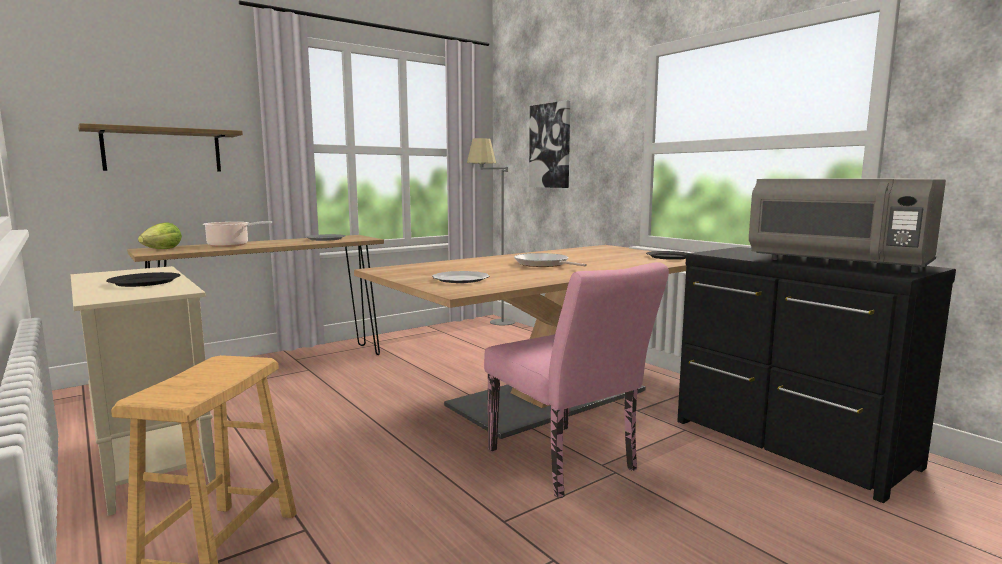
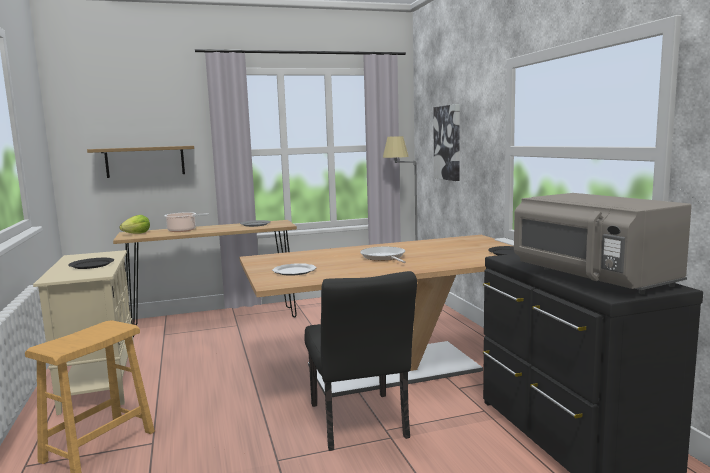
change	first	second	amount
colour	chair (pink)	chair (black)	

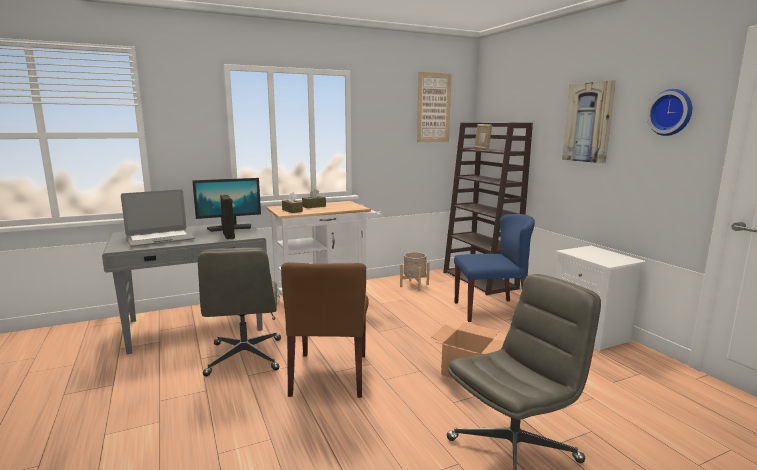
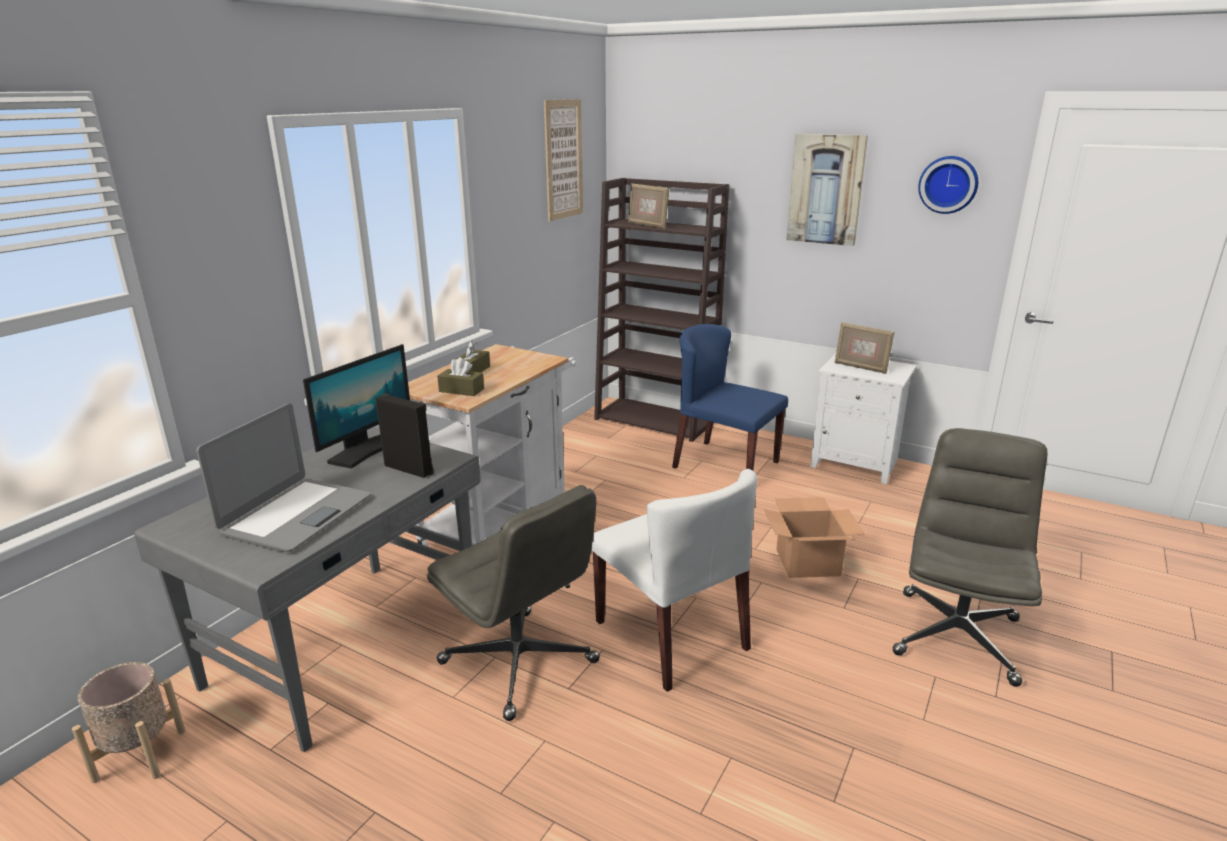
change	first	second	amount
appeared		picture frame (no. 2 from left)	
relocated	planter (beige)		
colour	chair (brown)	chair (white)	
spun	chair (blue)		105 degrees counterclockwise

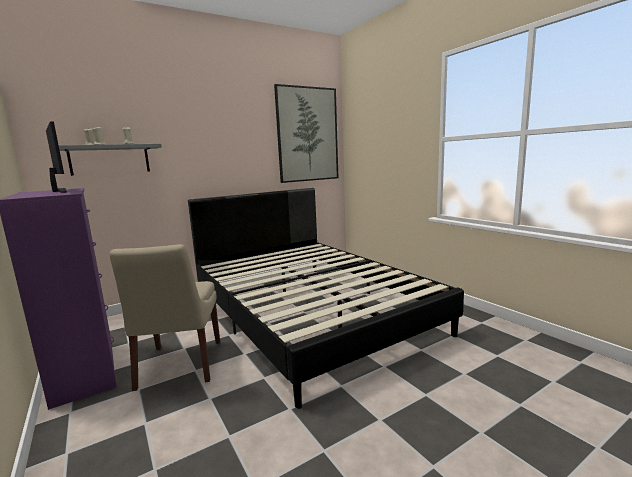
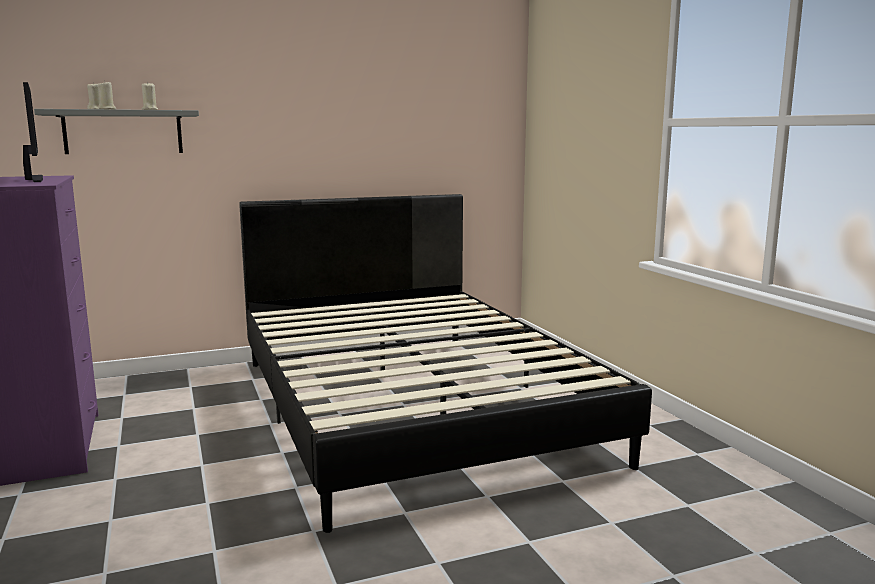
change	first	second	amount
missing	chair (beige)		
missing	picture		

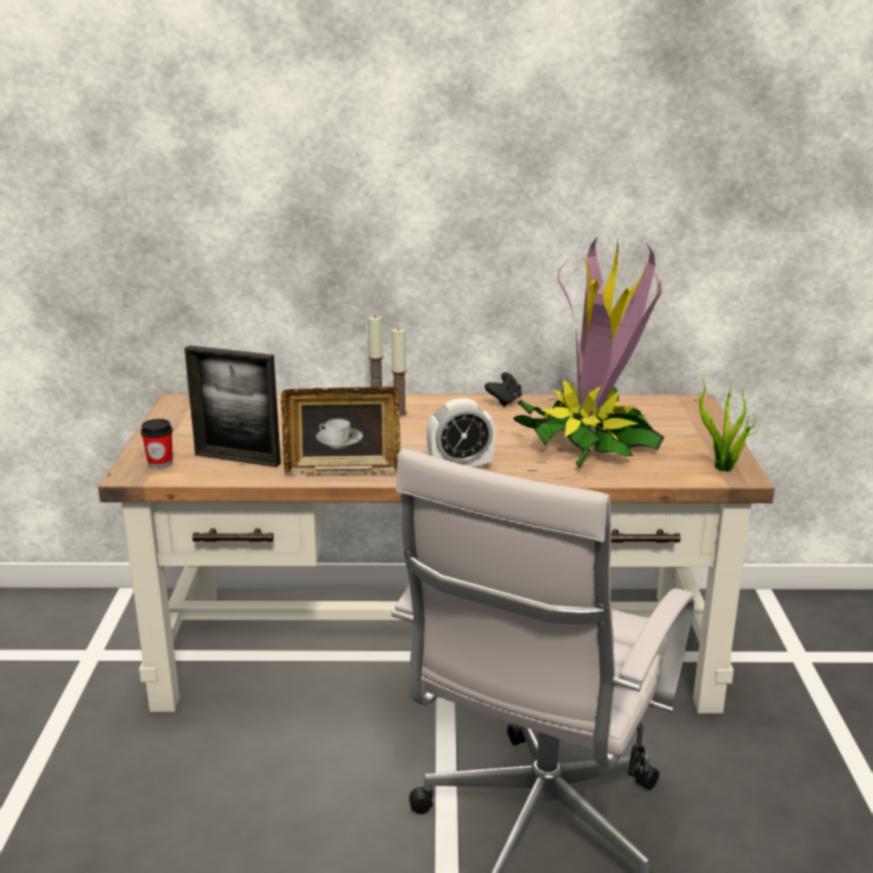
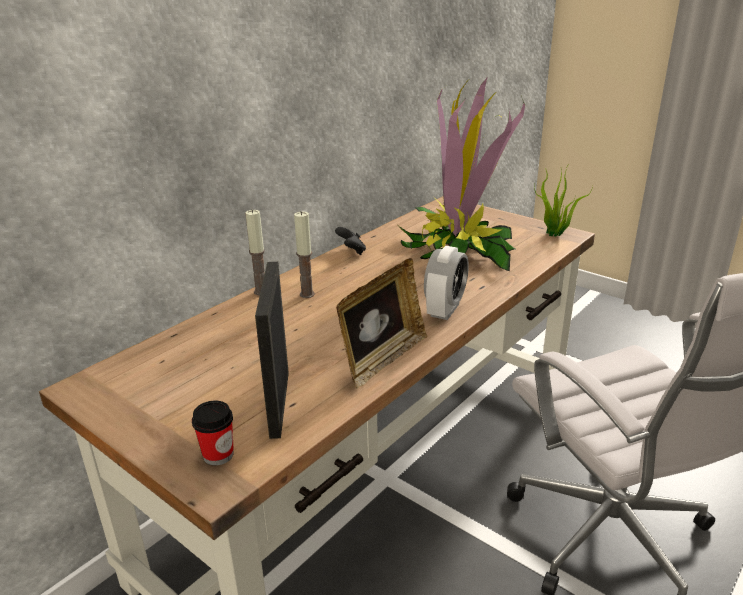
change	first	second	amount
spun	picture frame (no. 1 from left)		120 degrees clockwise

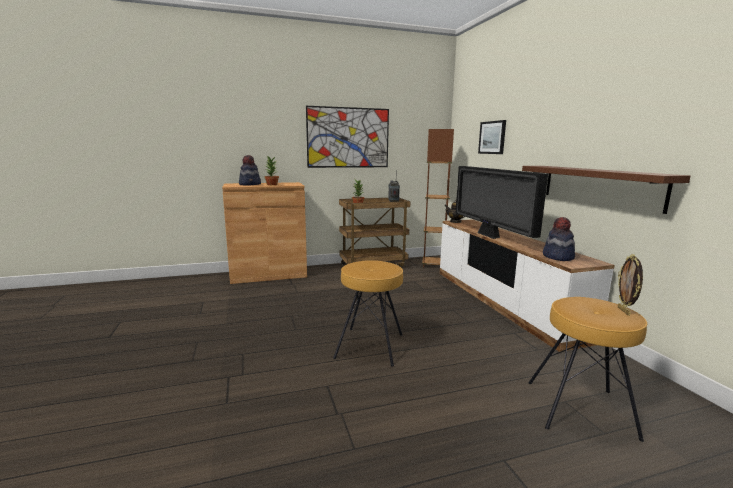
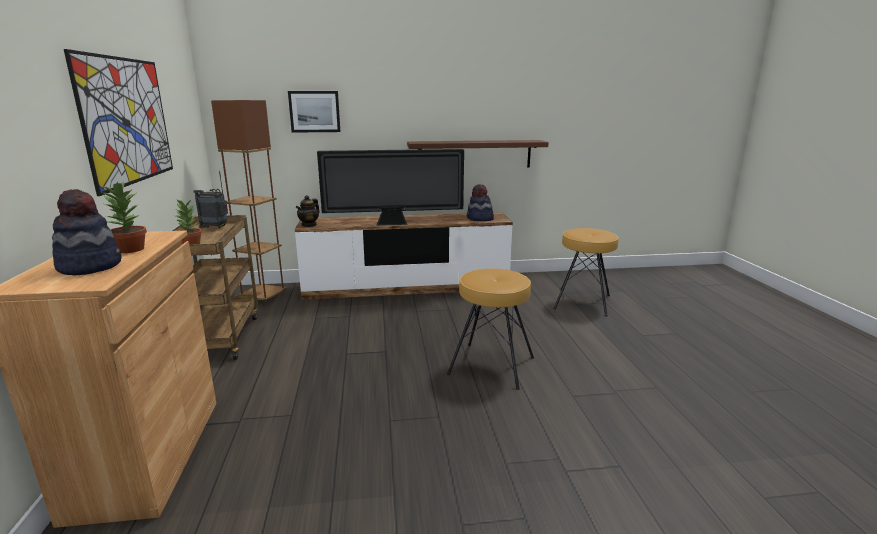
change	first	second	amount
missing	picture frame		

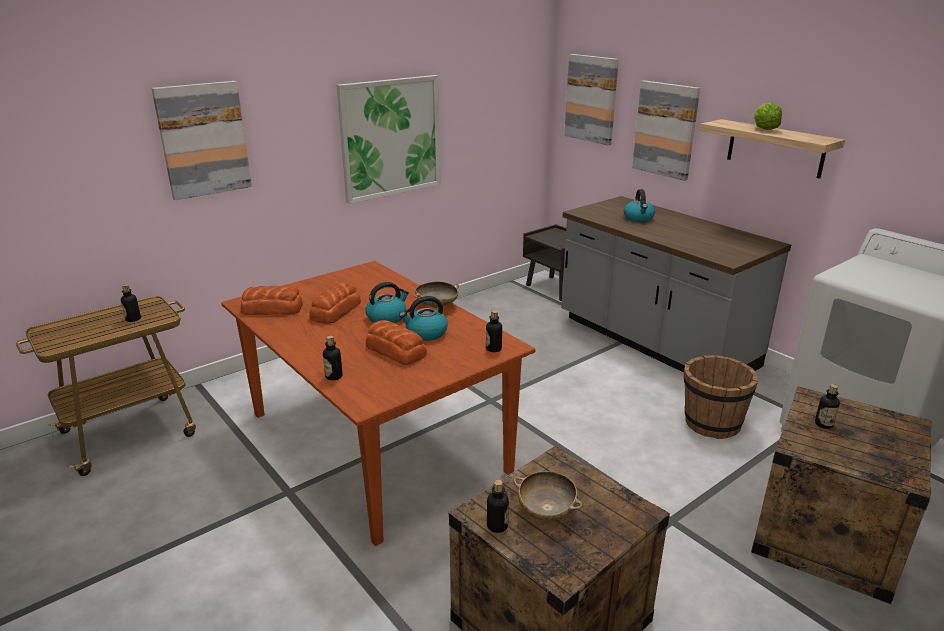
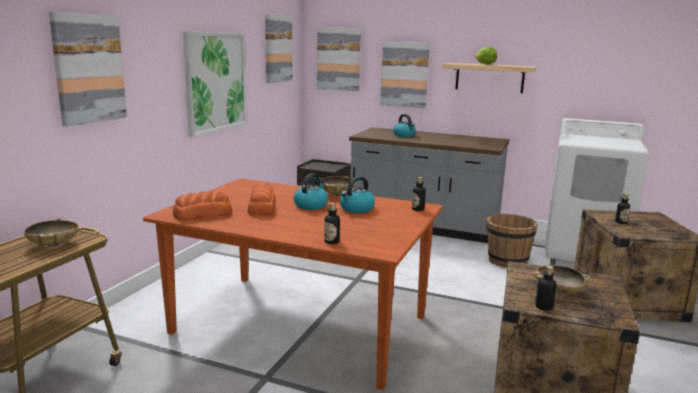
change	first	second	amount
missing	bread (no. 3 from left)		
appeared		picture (no. 3 from left)	
exchanged	bottle (no. 1 from left)	bowl (beige) (no. 1 from left)	

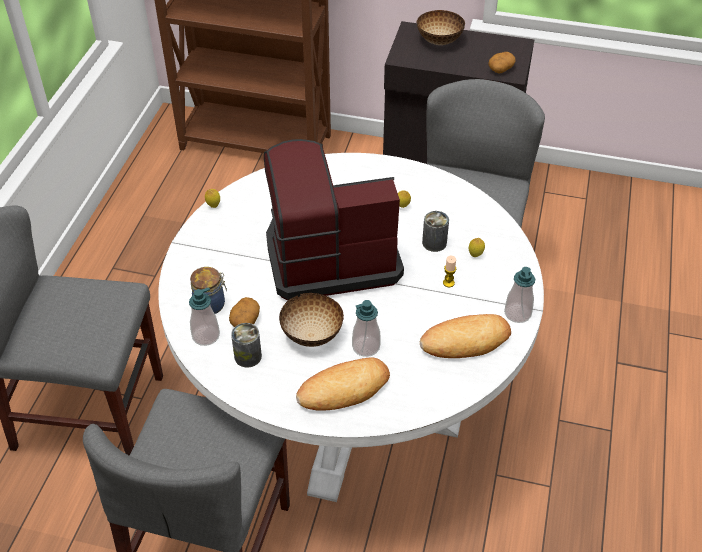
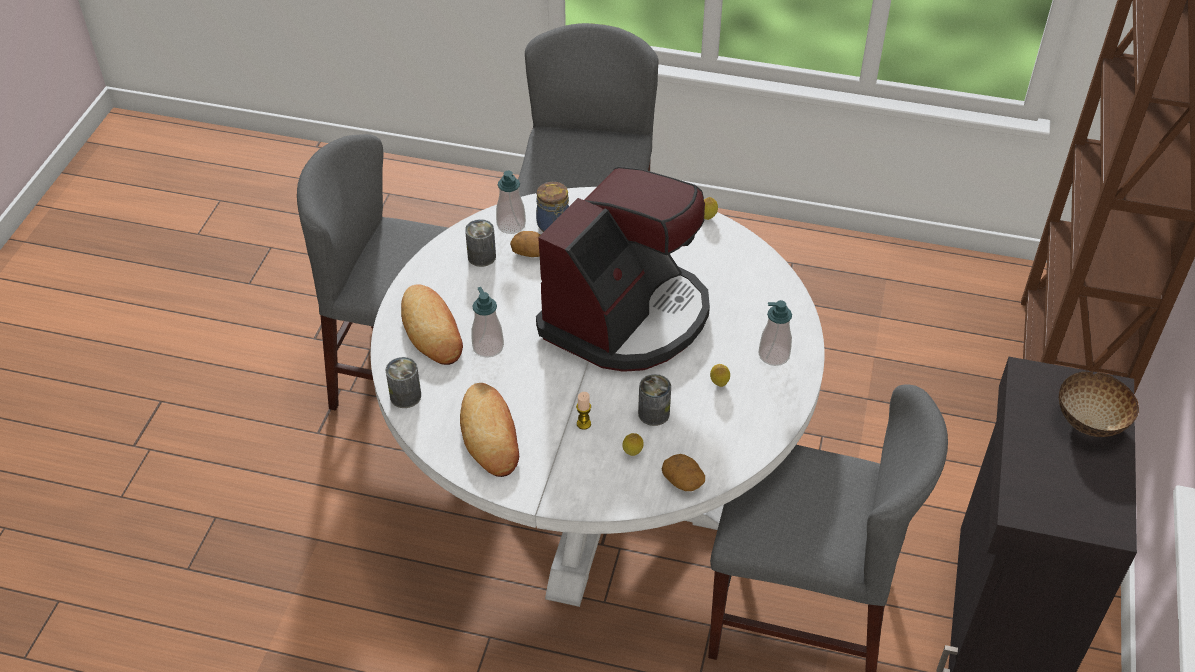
change	first	second	amount
missing	bowl (no. 1 from left)		
appeared		can (no. 1 from left)	
relocated	potato (no. 2 from left)		
relocated	soap dispenser (no. 3 from left)		
spun	coffee machine		45 degrees clockwise

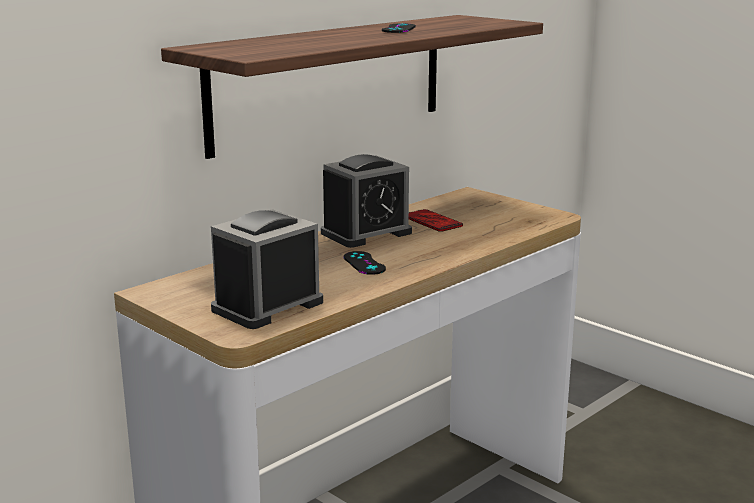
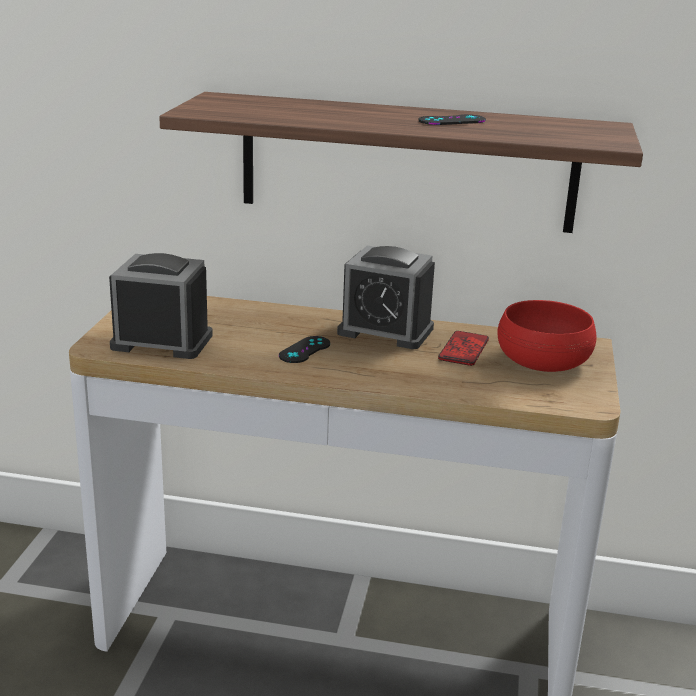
change	first	second	amount
appeared		bowl (red)	

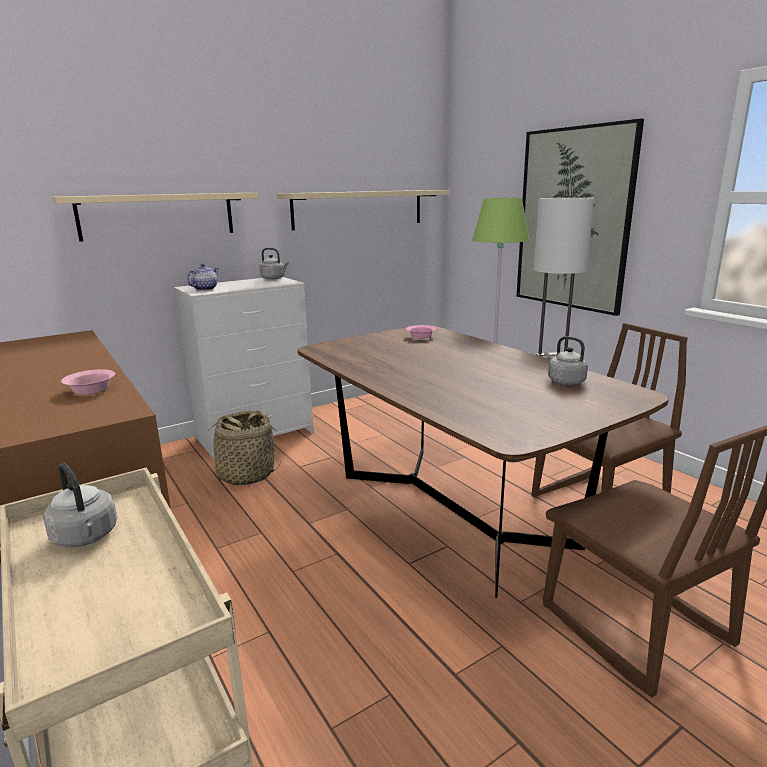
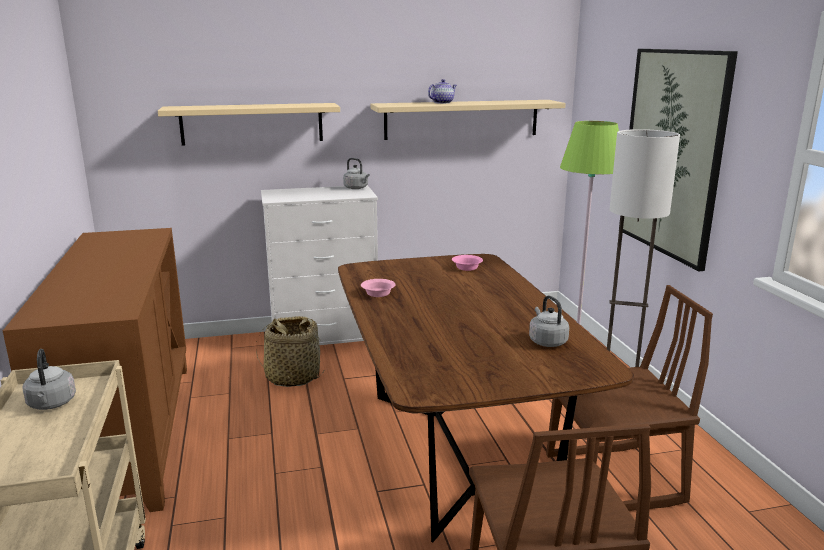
change	first	second	amount
relocated	bowl (pink) (no. 1 from left)		
relocated	teapot		

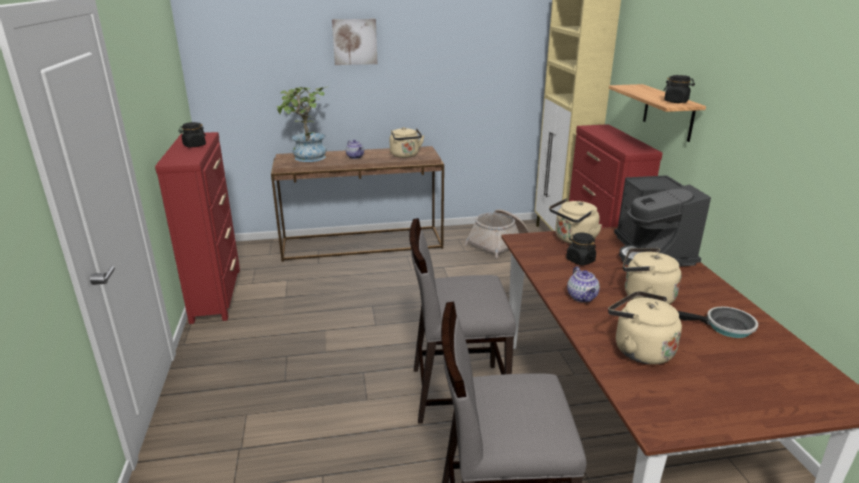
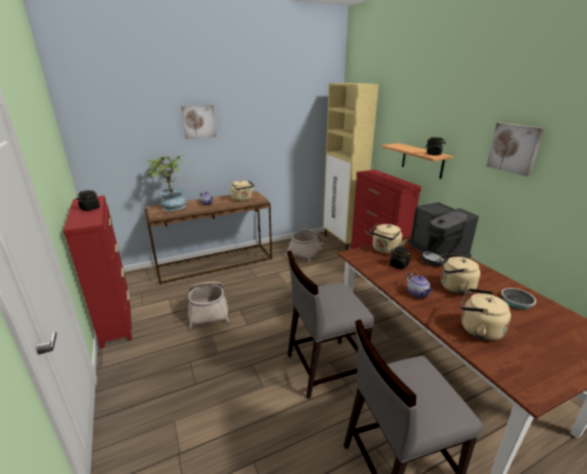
change	first	second	amount
appeared		basket (no. 1 from left)	
appeared		picture (no. 2 from left)	

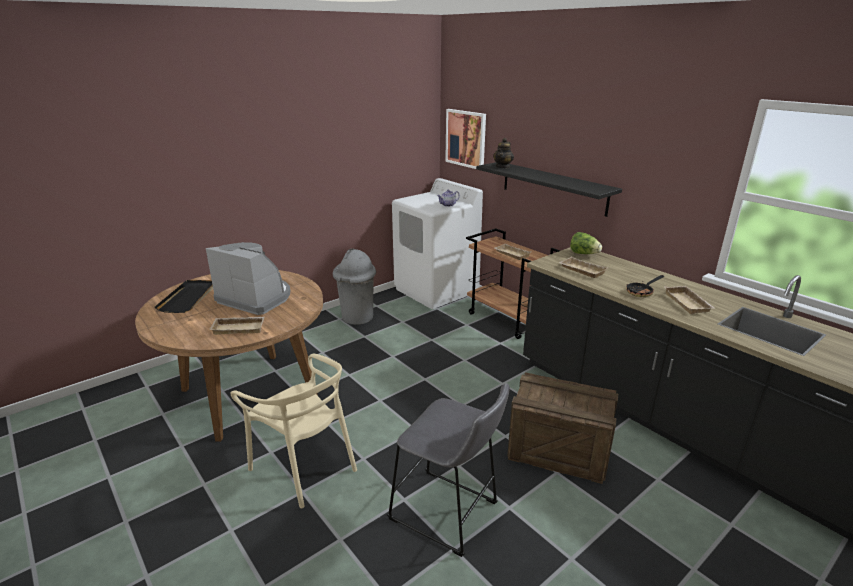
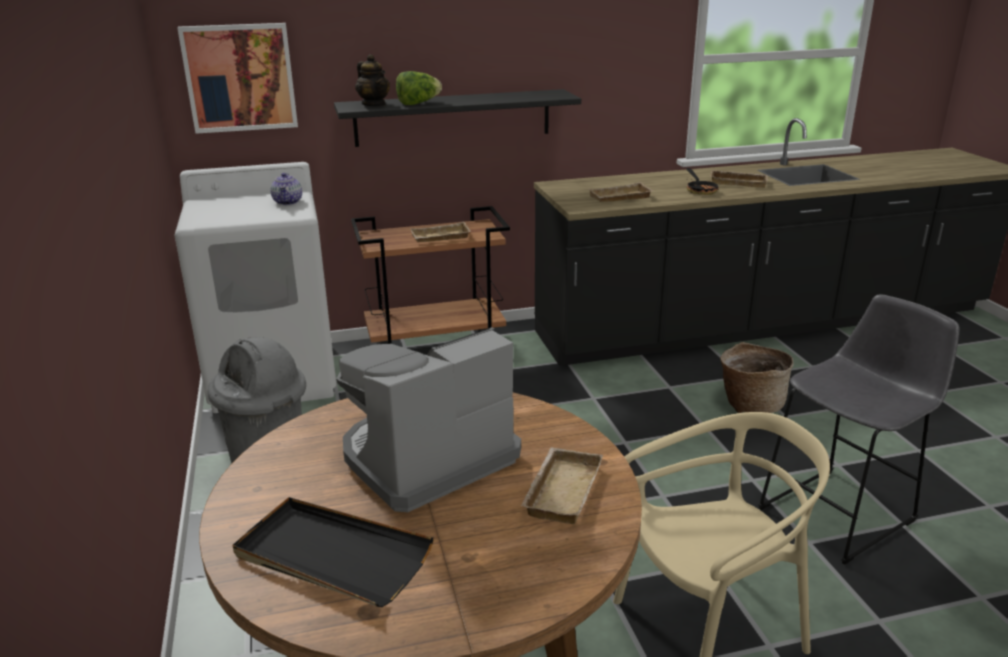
change	first	second	amount
relocated	lettuce		
exchanged	crate	basket	

